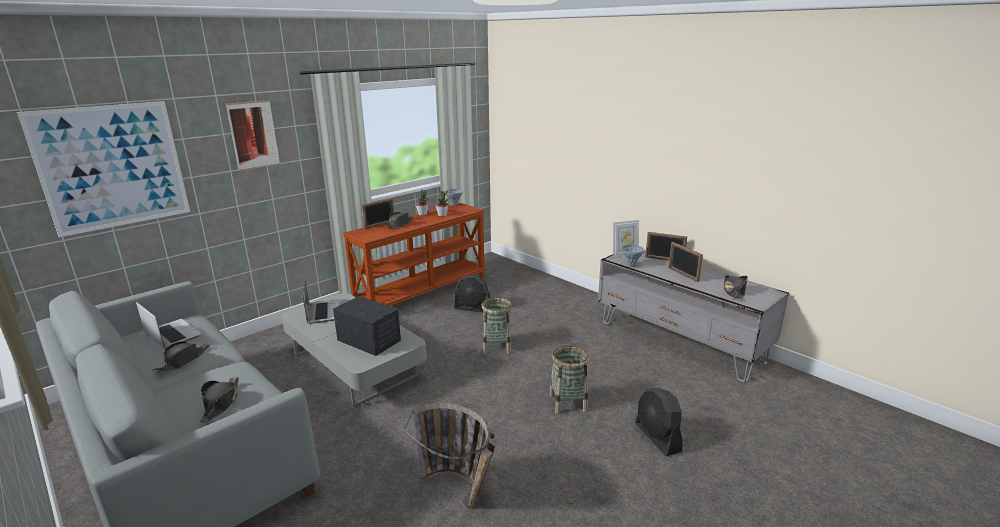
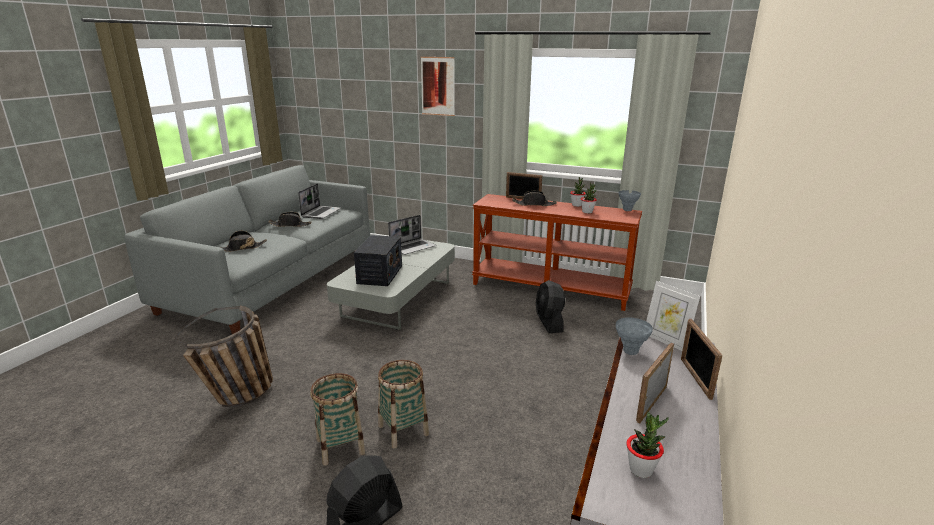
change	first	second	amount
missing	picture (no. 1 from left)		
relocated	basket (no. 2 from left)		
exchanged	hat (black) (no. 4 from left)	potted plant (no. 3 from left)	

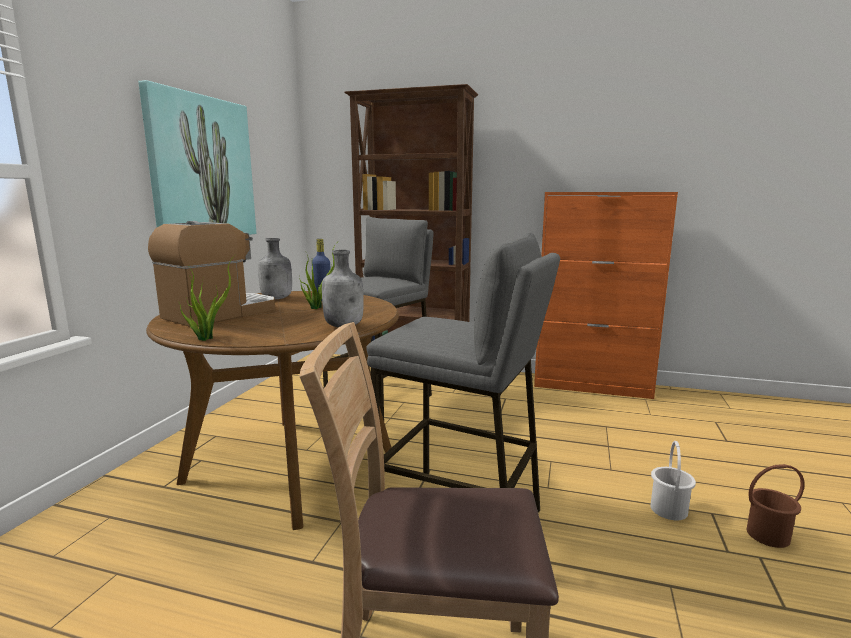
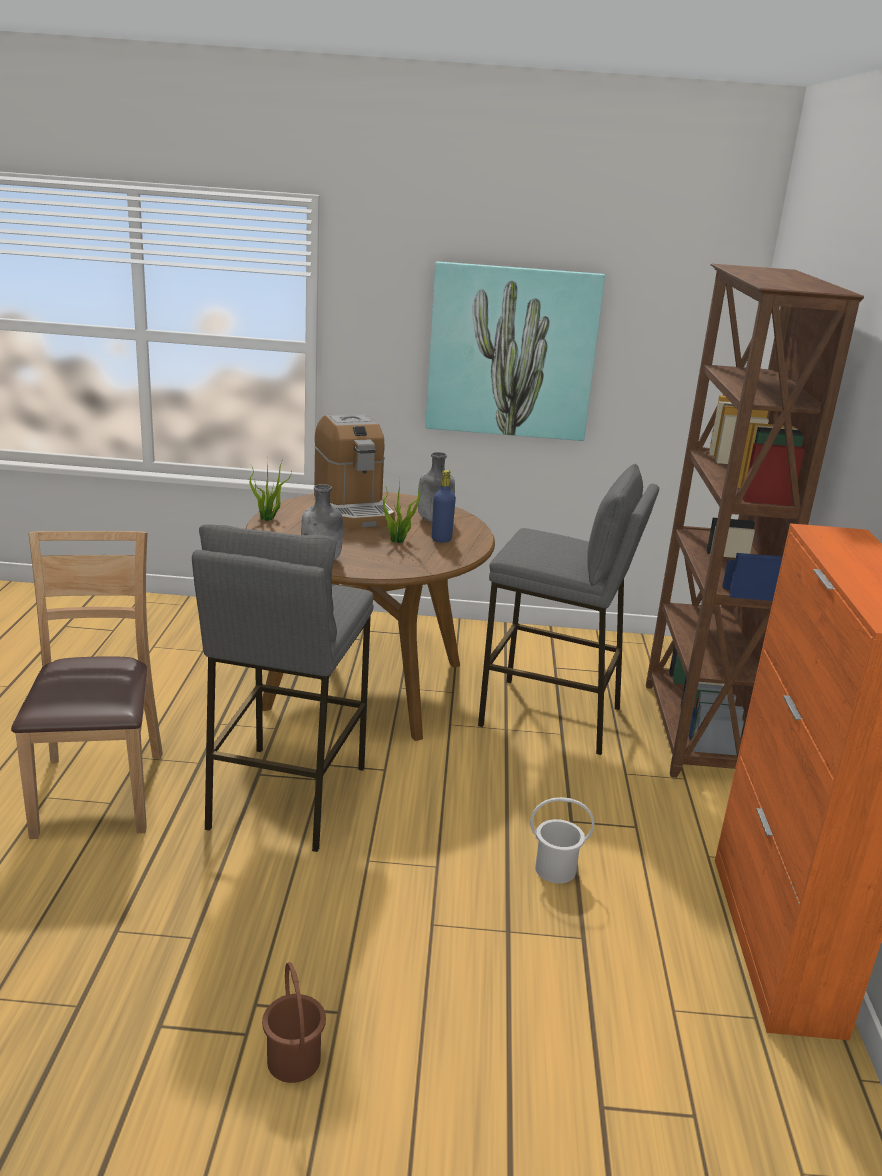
change	first	second	amount
relocated	bucket (white)		
spun	coffee machine		45 degrees clockwise

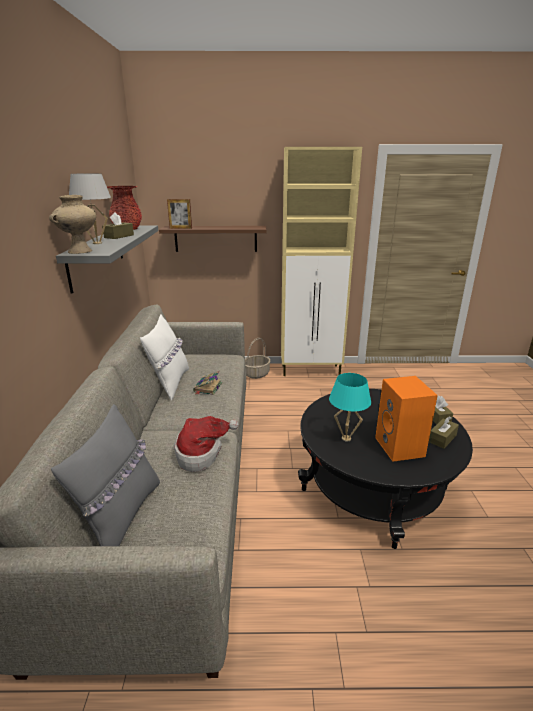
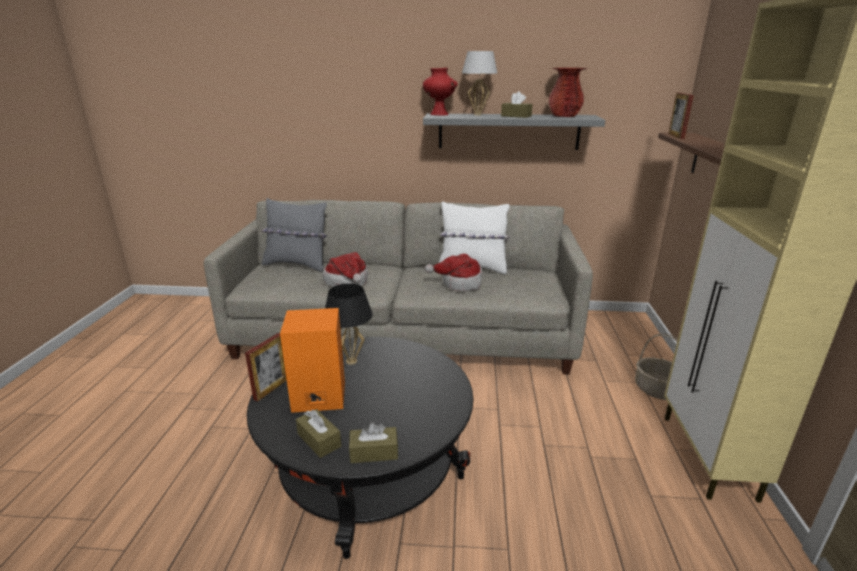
change	first	second	amount
appeared		picture frame (no. 1 from left)	
exchanged	book	hat (no. 2 from left)	
colour	vase (beige)	vase (red) (no. 1 from left)	
colour	table lamp (turquoise)	table lamp (black)	

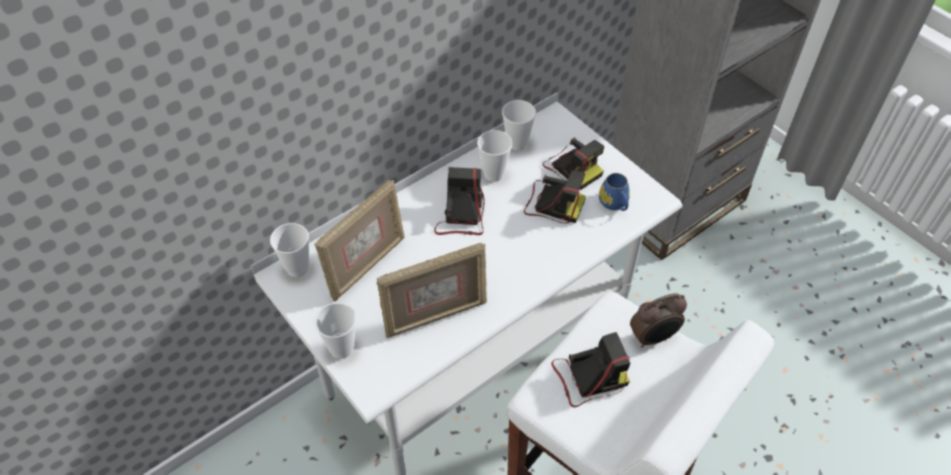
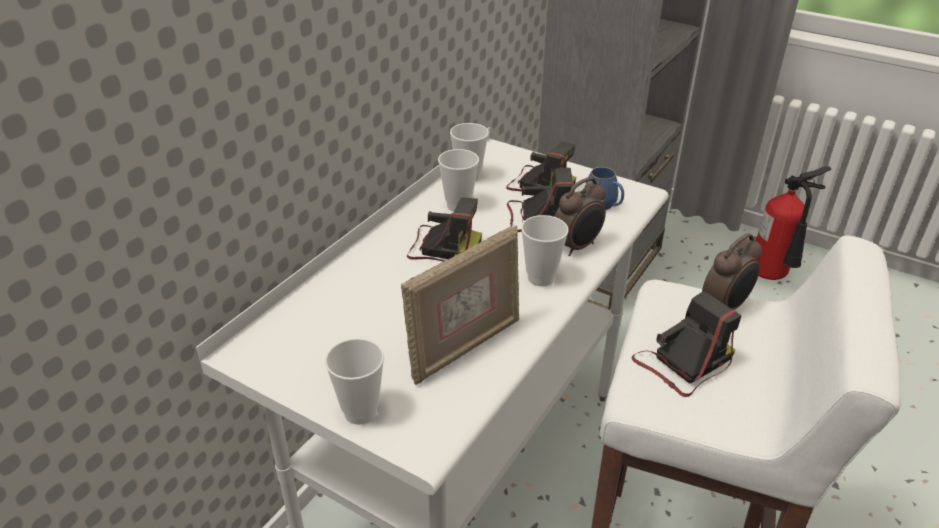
change	first	second	amount
missing	picture frame (no. 1 from left)		
appeared		alarm clock (no. 1 from left)	
appeared		fire extinguisher	
relocated	cup (no. 1 from left in the first image)	cup (no. 4 from left)	
spun	photo camera (no. 1 from left)		120 degrees clockwise

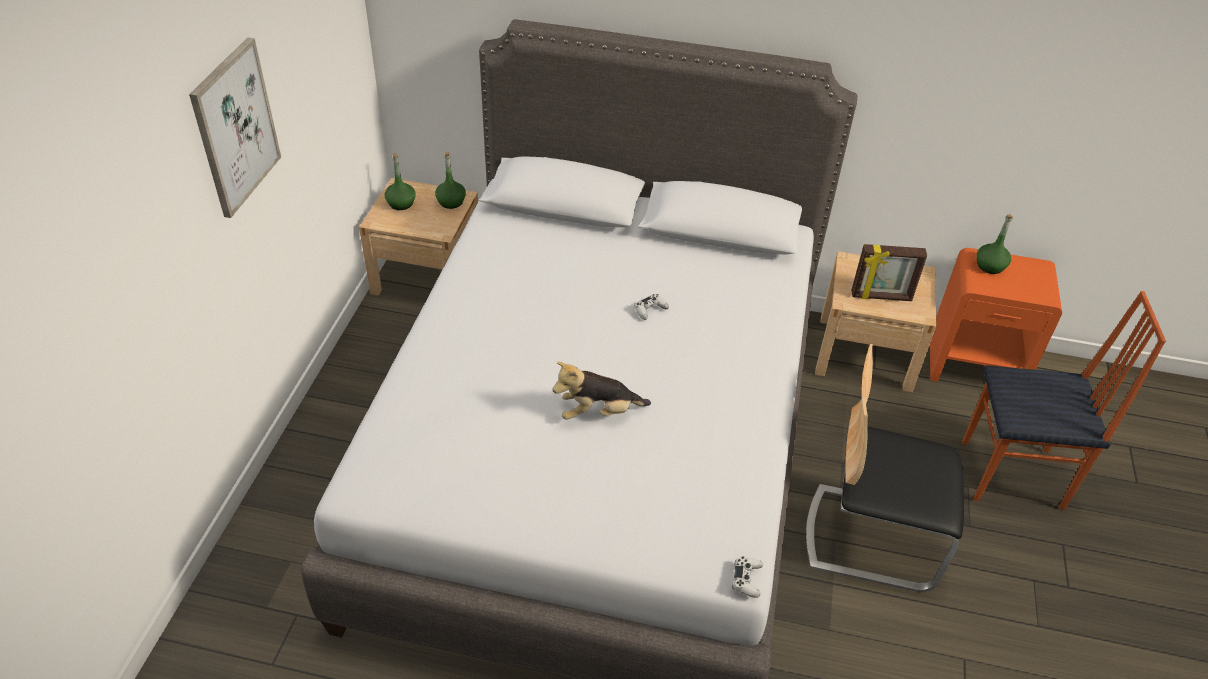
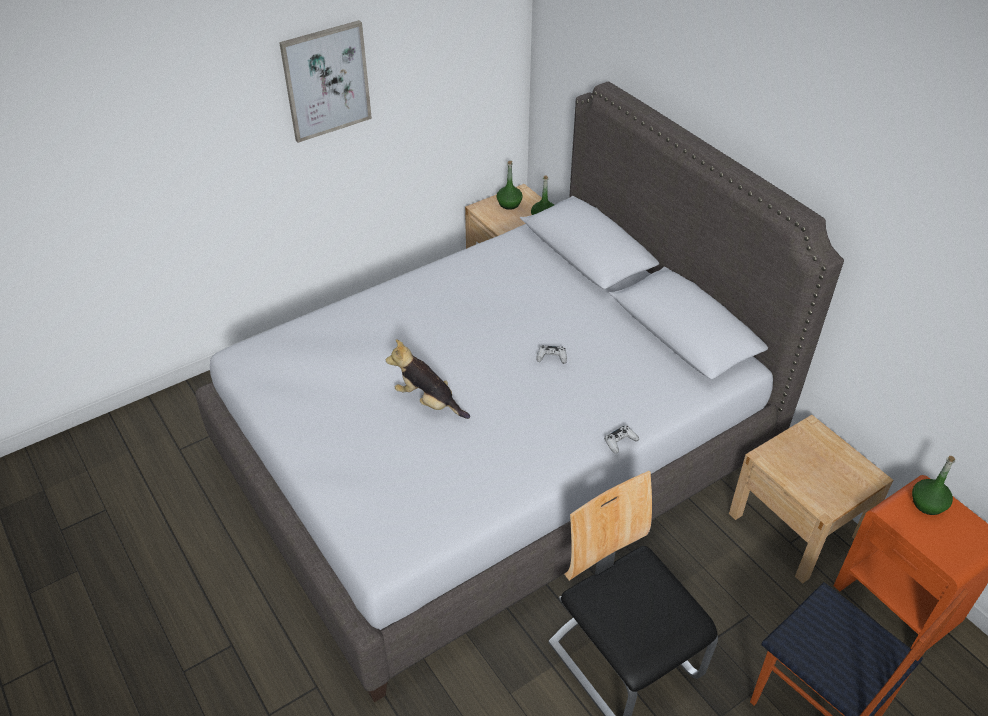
change	first	second	amount
missing	picture frame		
relocated	game controller (white) (no. 2 from left)		

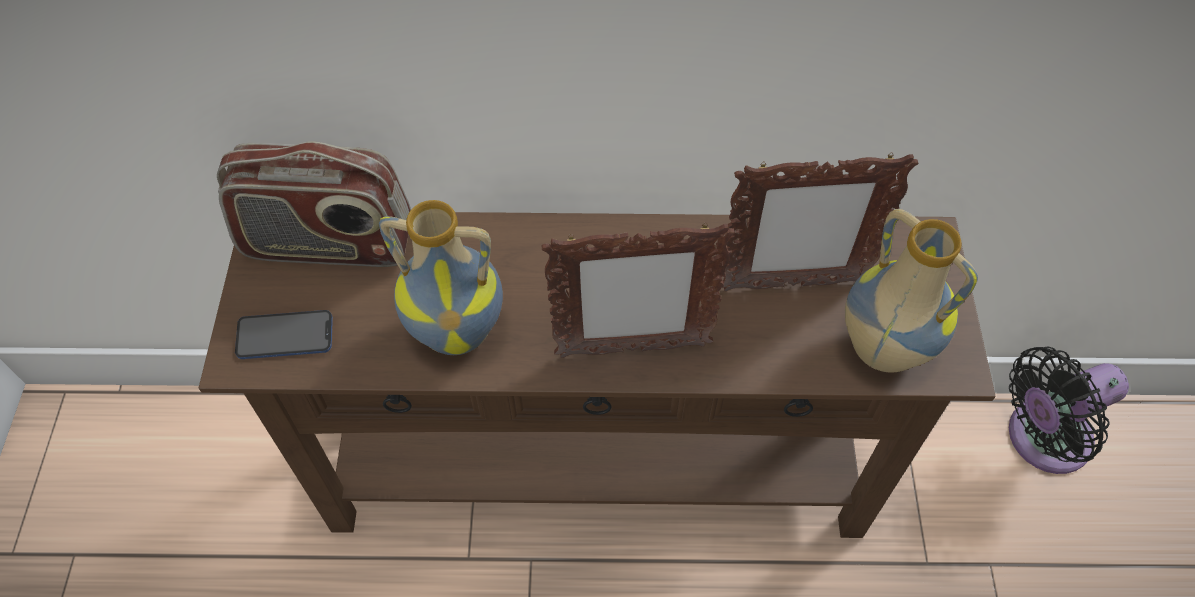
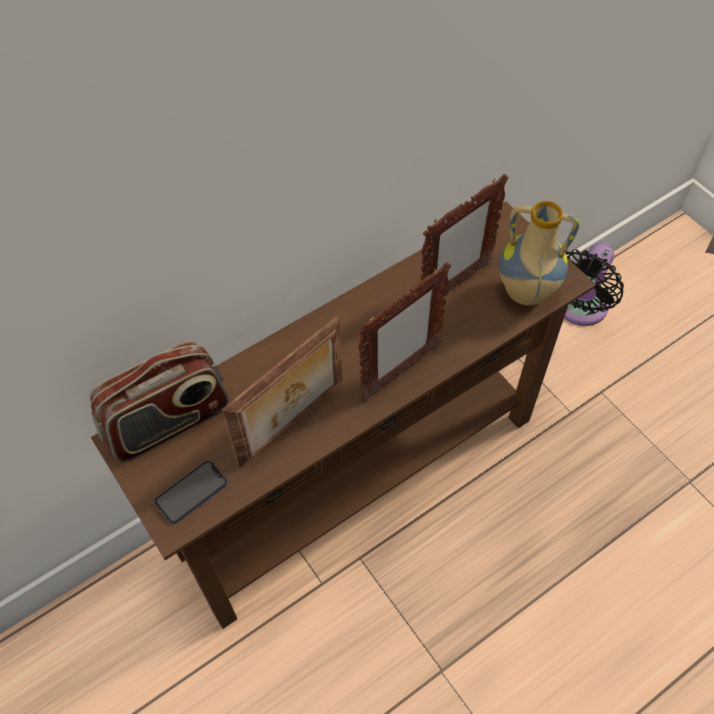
change	first	second	amount
exchanged	vase (no. 1 from left)	picture frame (no. 1 from left)	

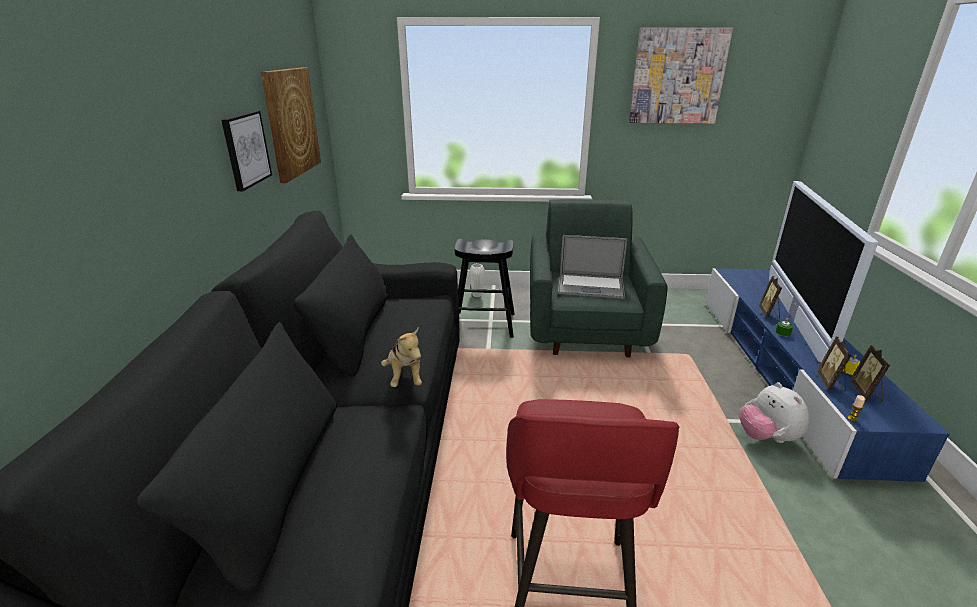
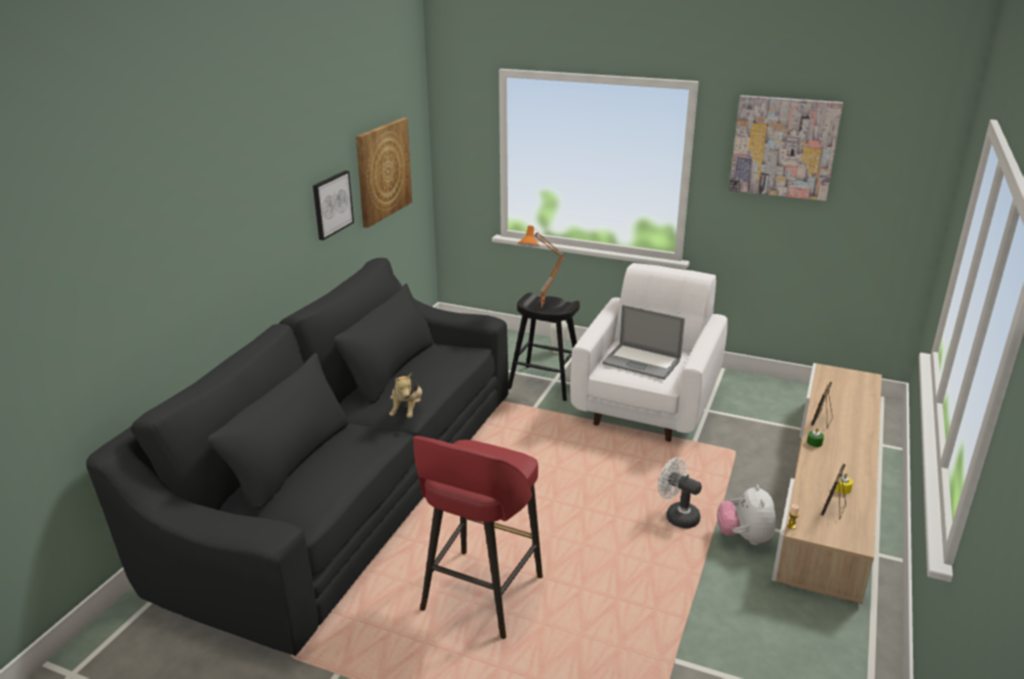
change	first	second	amount
missing	television		
missing	picture frame (no. 2 from left)		
appeared		table lamp (orange)	
appeared		fan (white)	
colour	armchair (green)	armchair (white)	
colour	tv stand (blue)	tv stand (beige)	

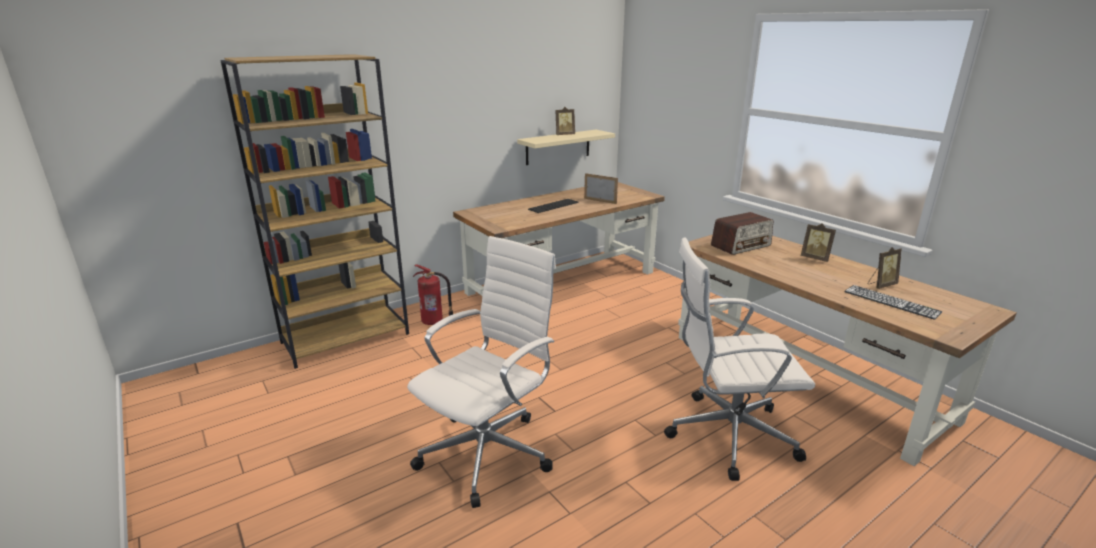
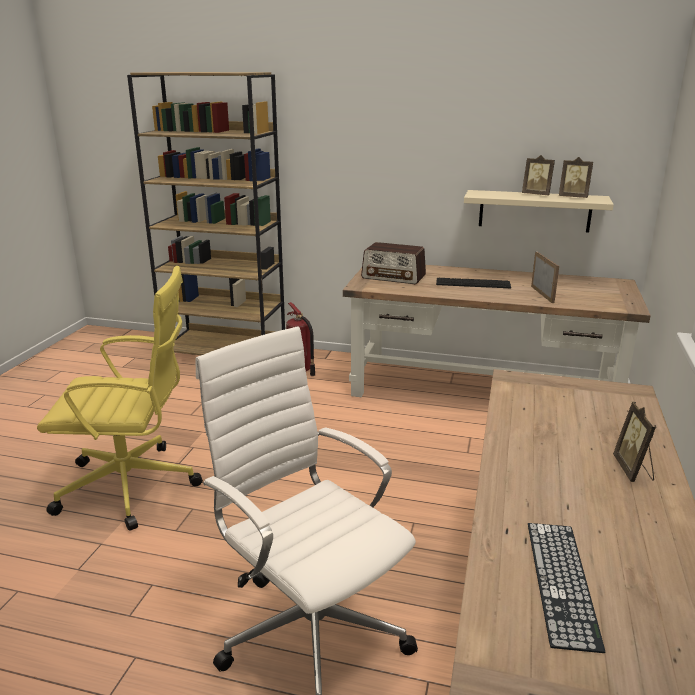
change	first	second	amount
relocated	radio		
relocated	picture frame (no. 4 from left in the first image)	picture frame (no. 3 from left)	
colour	office chair (white) (no. 1 from left)	office chair (yellow)	

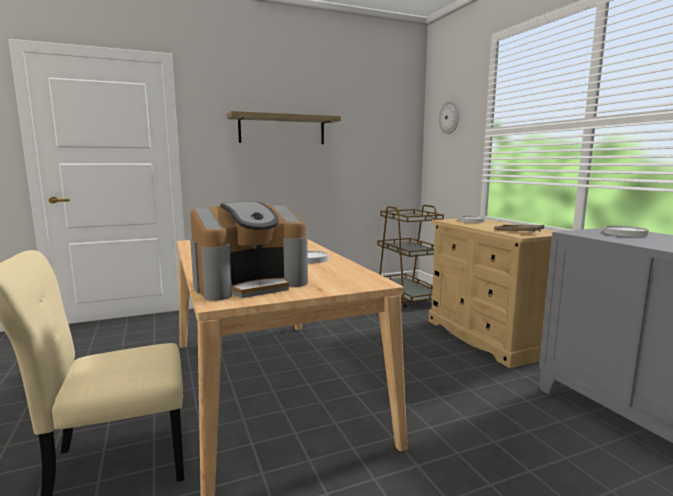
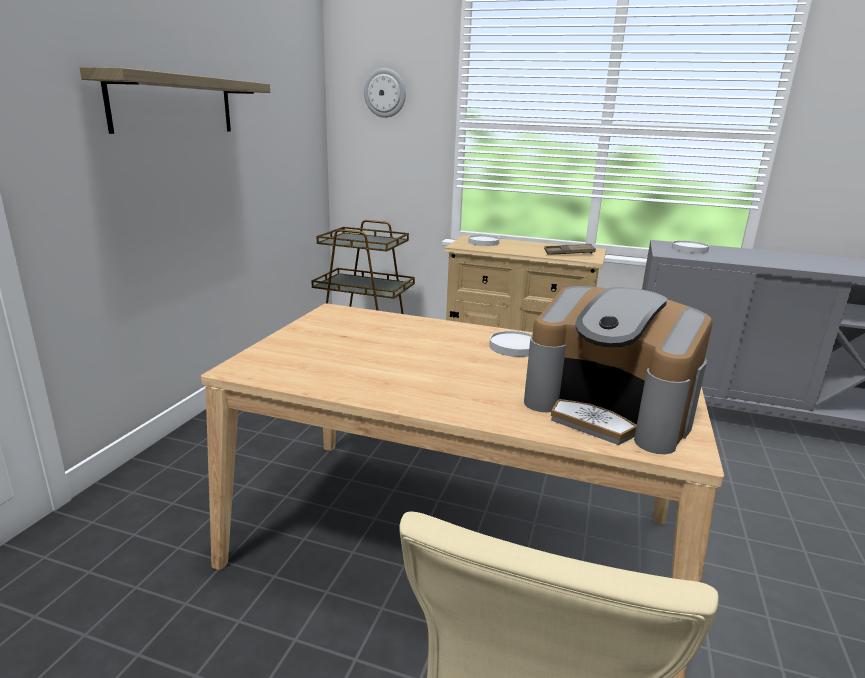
change	first	second	amount
spun	coffee machine		120 degrees clockwise

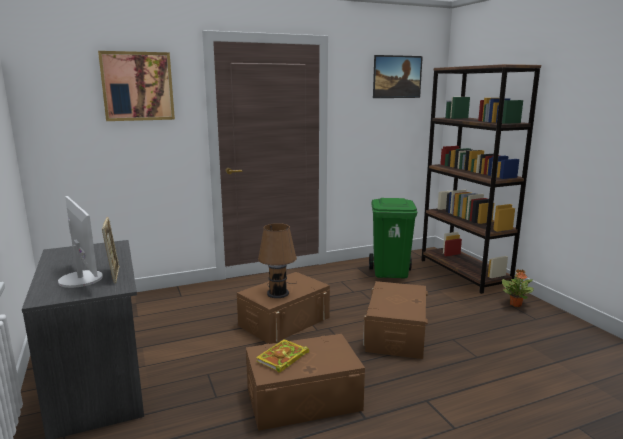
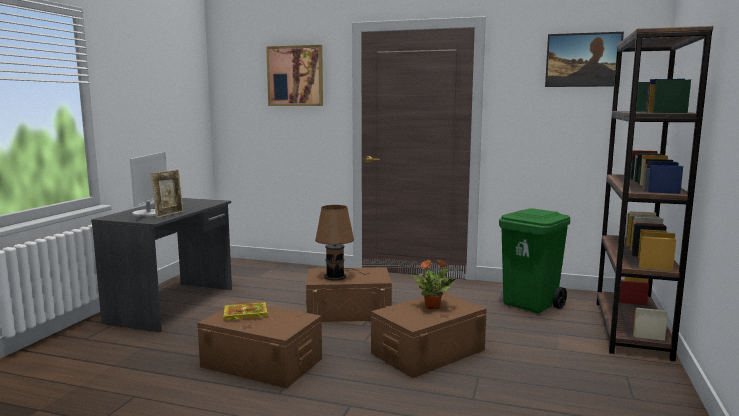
change	first	second	amount
relocated	potted plant		

